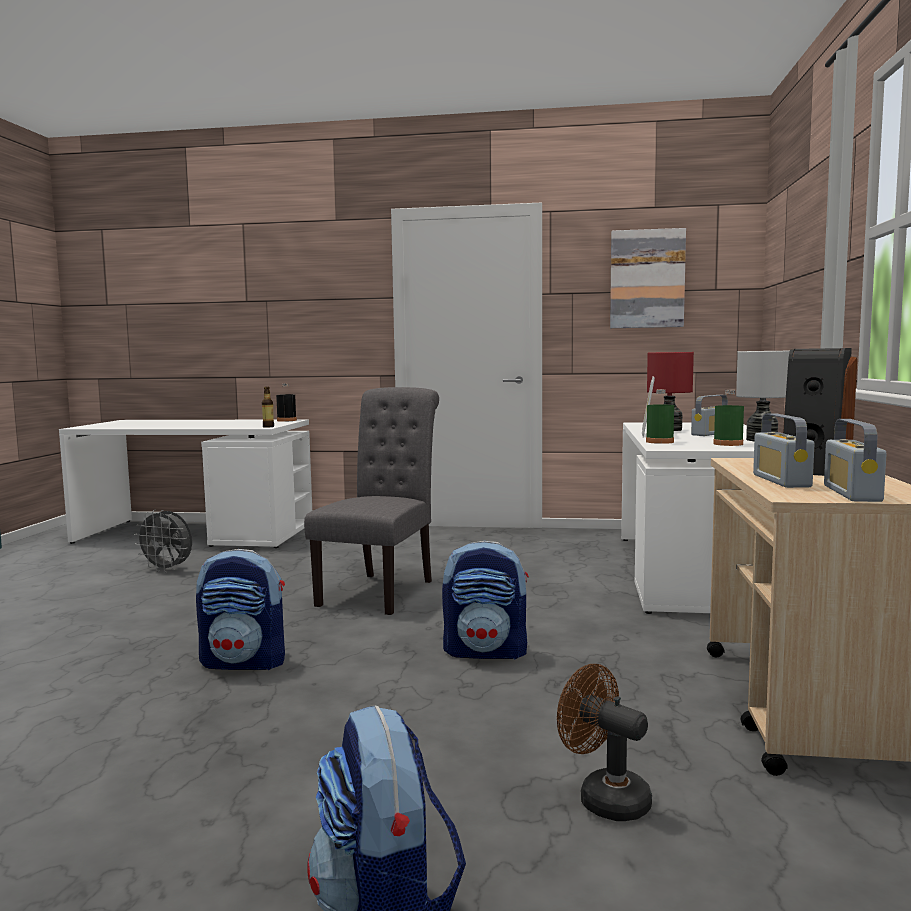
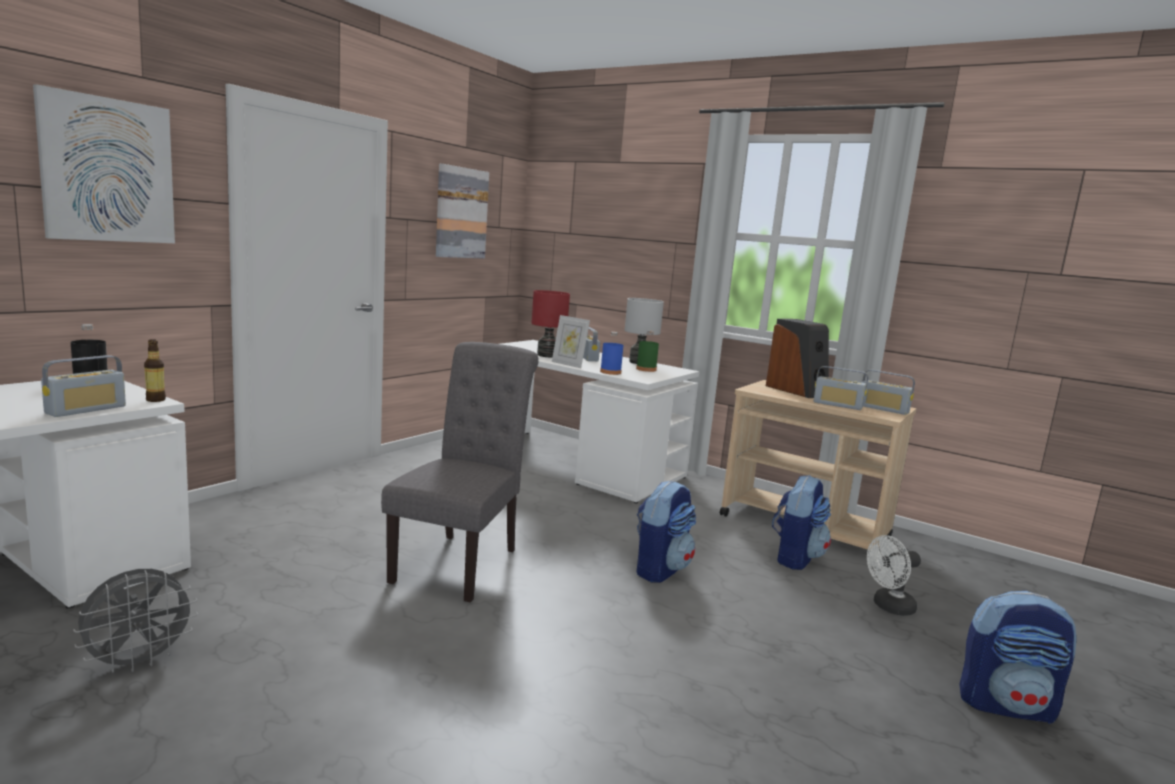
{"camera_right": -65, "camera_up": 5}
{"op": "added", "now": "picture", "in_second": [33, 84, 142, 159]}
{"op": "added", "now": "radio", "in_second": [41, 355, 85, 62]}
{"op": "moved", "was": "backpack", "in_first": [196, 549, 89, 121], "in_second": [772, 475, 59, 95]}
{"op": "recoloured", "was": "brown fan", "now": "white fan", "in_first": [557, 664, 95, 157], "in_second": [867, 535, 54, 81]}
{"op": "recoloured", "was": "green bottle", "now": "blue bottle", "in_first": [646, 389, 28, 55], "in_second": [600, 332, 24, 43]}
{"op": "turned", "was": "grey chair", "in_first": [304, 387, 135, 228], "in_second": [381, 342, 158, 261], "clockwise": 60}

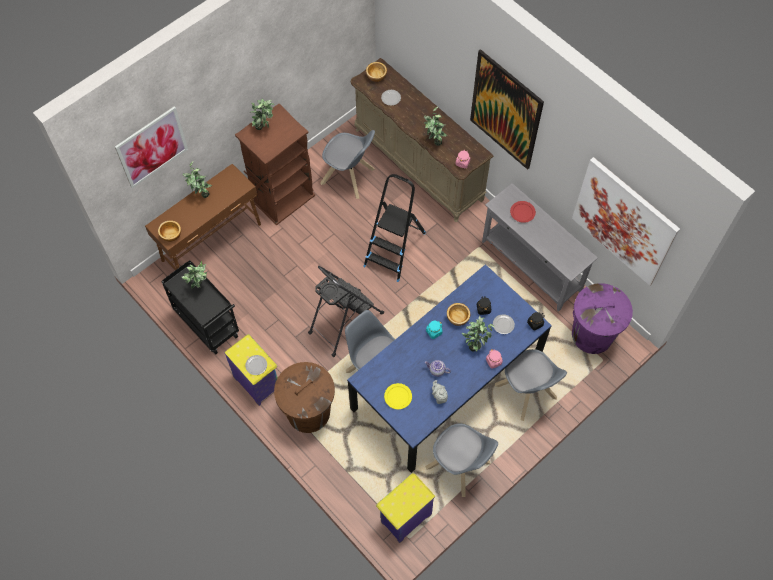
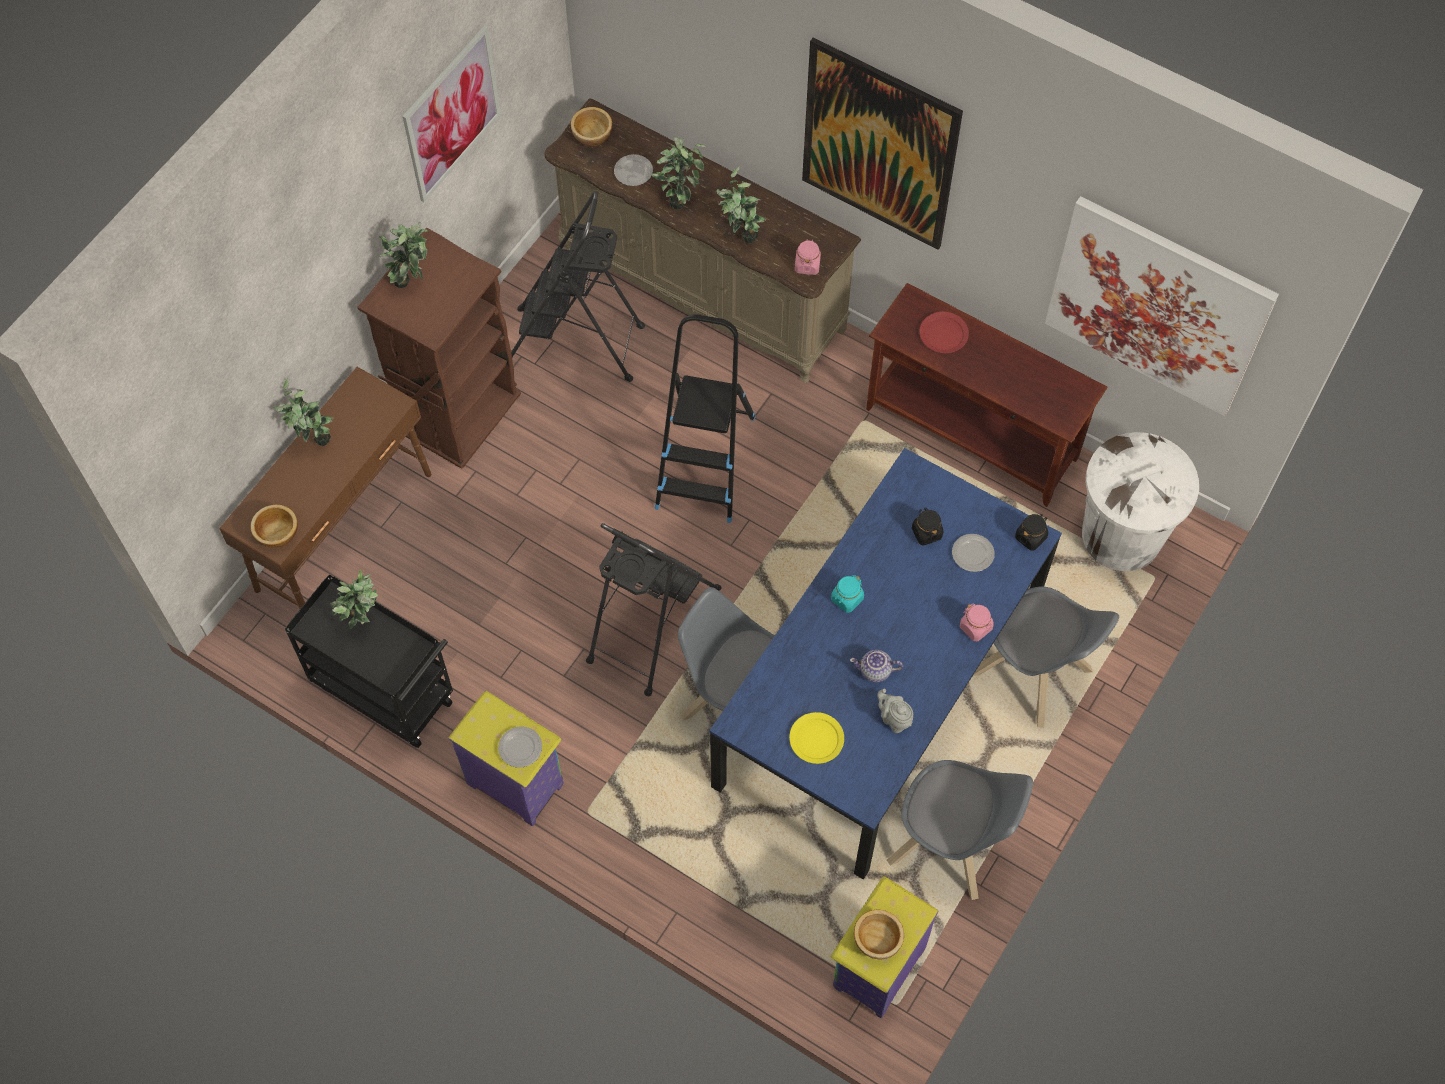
{"camera_right": -15, "camera_up": 0}
{"op": "removed", "was": "brown trash can", "in_first": [274, 362, 61, 71]}
{"op": "moved", "was": "picture", "in_first": [115, 106, 73, 82], "in_second": [403, 25, 98, 177]}
{"op": "moved", "was": "bowl", "in_first": [447, 303, 23, 23], "in_second": [854, 910, 50, 49]}
{"op": "moved", "was": "potted plant", "in_first": [461, 316, 34, 36], "in_second": [651, 136, 55, 74]}
{"op": "replaced", "was": "grey chair", "now": "step ladder", "in_first": [320, 130, 55, 69], "in_second": [511, 191, 134, 191]}
{"op": "recoloured", "was": "grey console table", "now": "brown console table", "in_first": [482, 183, 116, 129], "in_second": [866, 283, 241, 224]}
{"op": "recoloured", "was": "purple trash can", "now": "white trash can", "in_first": [572, 283, 61, 71], "in_second": [1082, 432, 117, 139]}

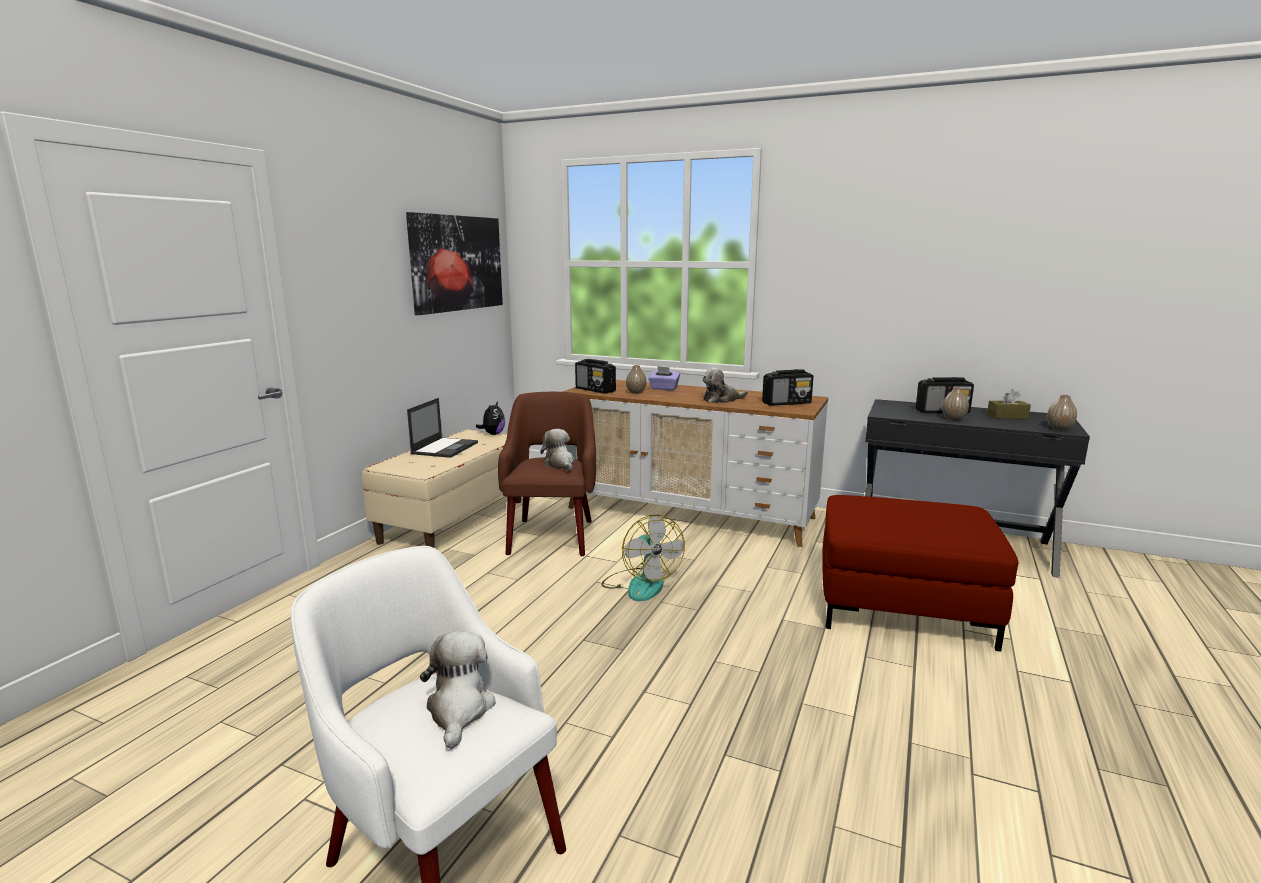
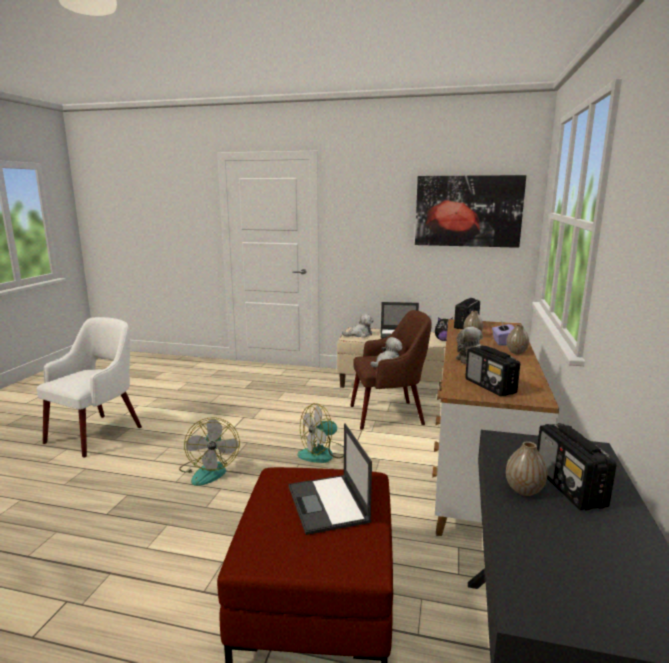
{"camera_right": 80, "camera_up": 0}
{"op": "removed", "was": "brown tissue box", "in_first": [987, 389, 44, 30]}
{"op": "added", "now": "fan", "in_second": [179, 417, 61, 69]}
{"op": "added", "now": "laptop", "in_second": [289, 423, 83, 112]}
{"op": "moved", "was": "plush toy", "in_first": [420, 631, 75, 118], "in_second": [342, 313, 32, 25]}
{"op": "moved", "was": "vase", "in_first": [1047, 395, 30, 35], "in_second": [507, 325, 22, 29]}

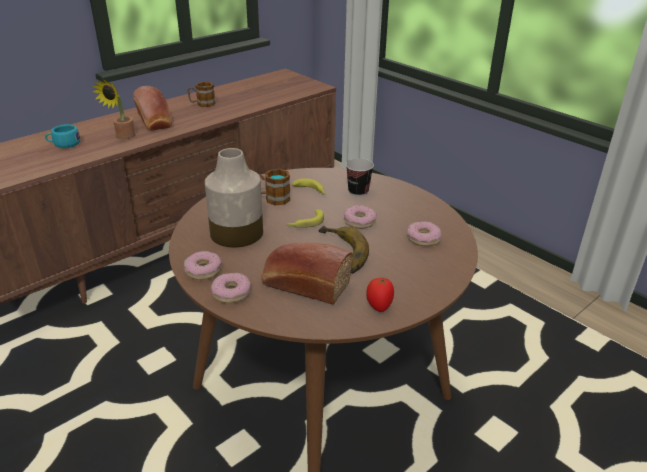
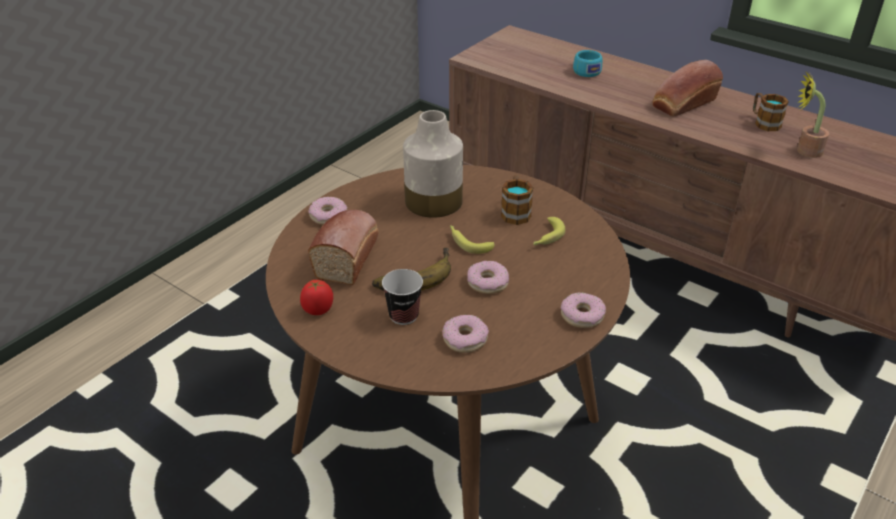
{"camera_right": 80, "camera_up": 5}
{"op": "moved", "was": "potted plant", "in_first": [93, 79, 43, 60], "in_second": [797, 70, 32, 88]}
{"op": "moved", "was": "donut", "in_first": [184, 251, 38, 29], "in_second": [561, 292, 45, 36]}
{"op": "moved", "was": "cup", "in_first": [346, 158, 28, 39], "in_second": [382, 269, 41, 56]}

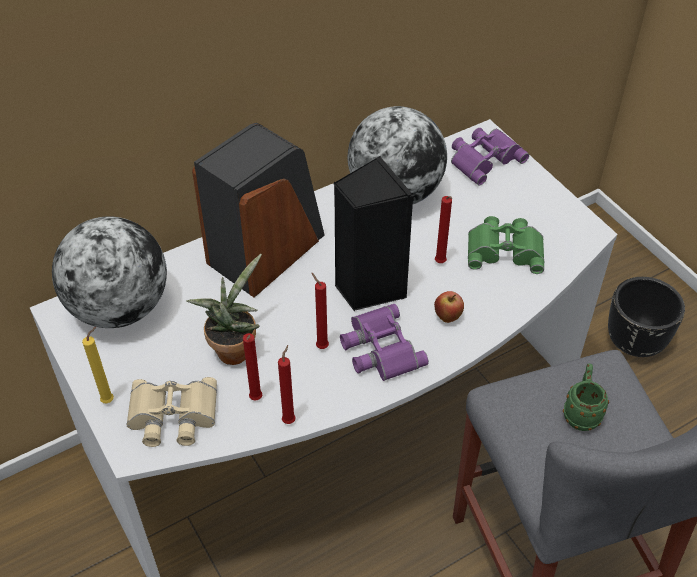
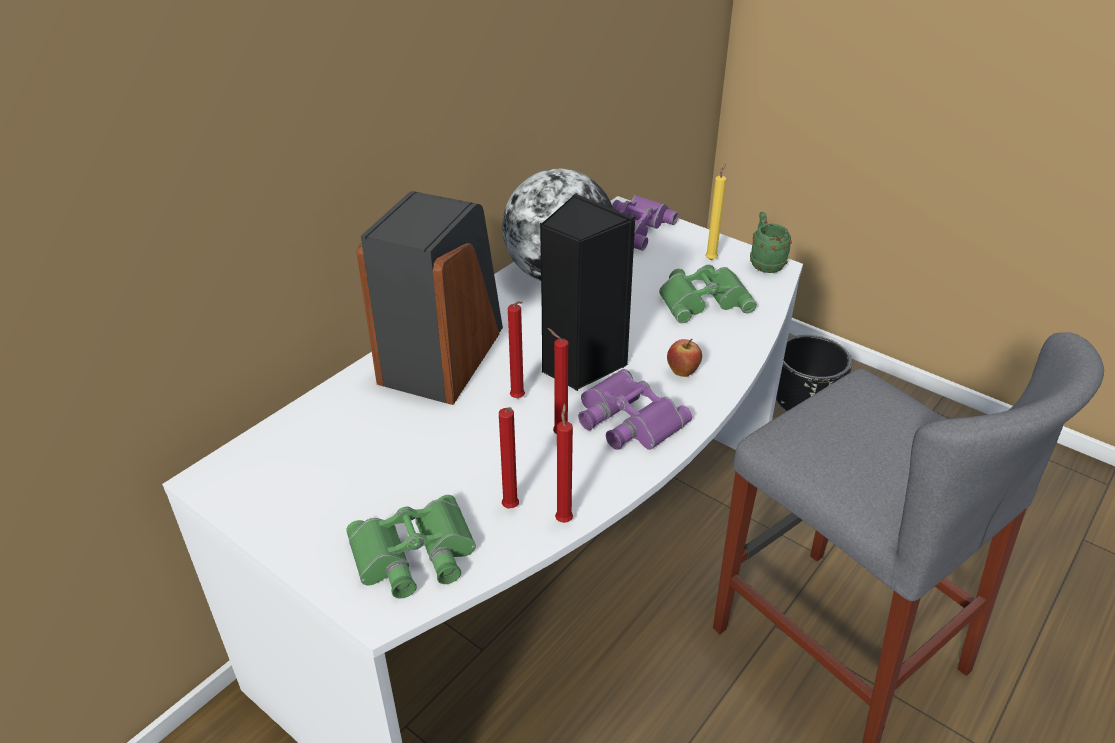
{"camera_right": -20, "camera_up": -10}
{"op": "removed", "was": "globe", "in_first": [52, 216, 115, 112]}
{"op": "removed", "was": "potted plant", "in_first": [186, 254, 76, 111]}
{"op": "moved", "was": "yellow candle", "in_first": [82, 327, 32, 76], "in_second": [705, 164, 21, 96]}
{"op": "moved", "was": "red candle", "in_first": [435, 196, 17, 67], "in_second": [508, 301, 17, 97]}
{"op": "moved", "was": "green mug", "in_first": [563, 364, 46, 67], "in_second": [750, 212, 42, 61]}
{"op": "recoloured", "was": "beige binoculars", "now": "green binoculars", "in_first": [126, 377, 91, 70], "in_second": [346, 495, 130, 104]}

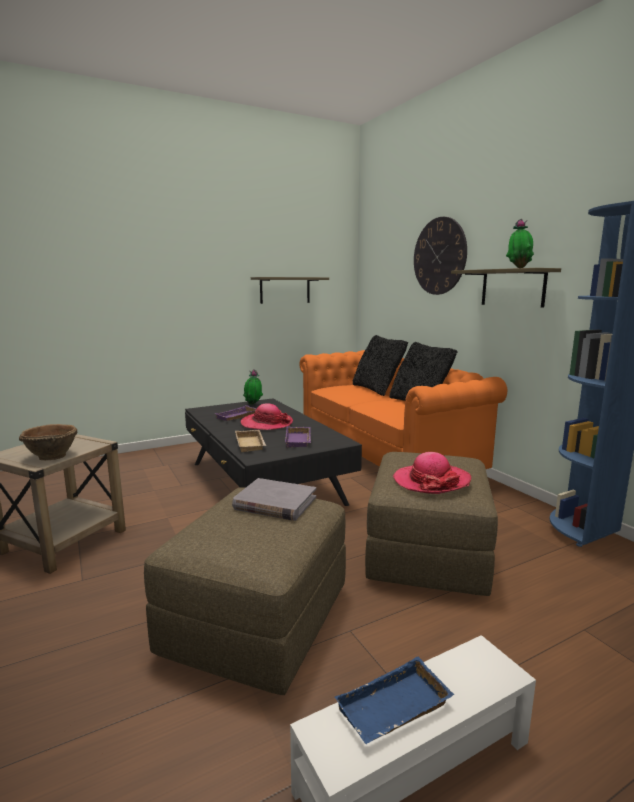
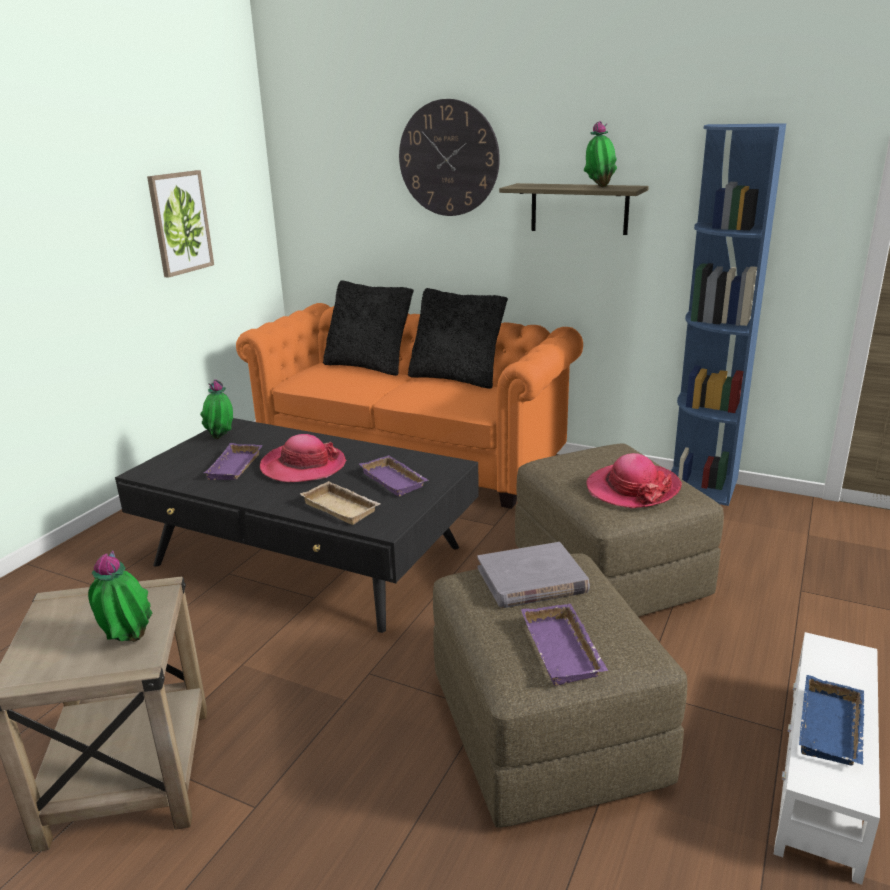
{"camera_right": -35, "camera_up": 10}
{"op": "added", "now": "purple tray", "in_second": [521, 604, 87, 82]}
{"op": "replaced", "was": "brown bowl", "now": "potted plant", "in_first": [19, 424, 59, 36], "in_second": [88, 550, 64, 92]}
{"op": "replaced", "was": "shelf", "now": "picture", "in_first": [251, 277, 78, 27], "in_second": [147, 170, 67, 108]}

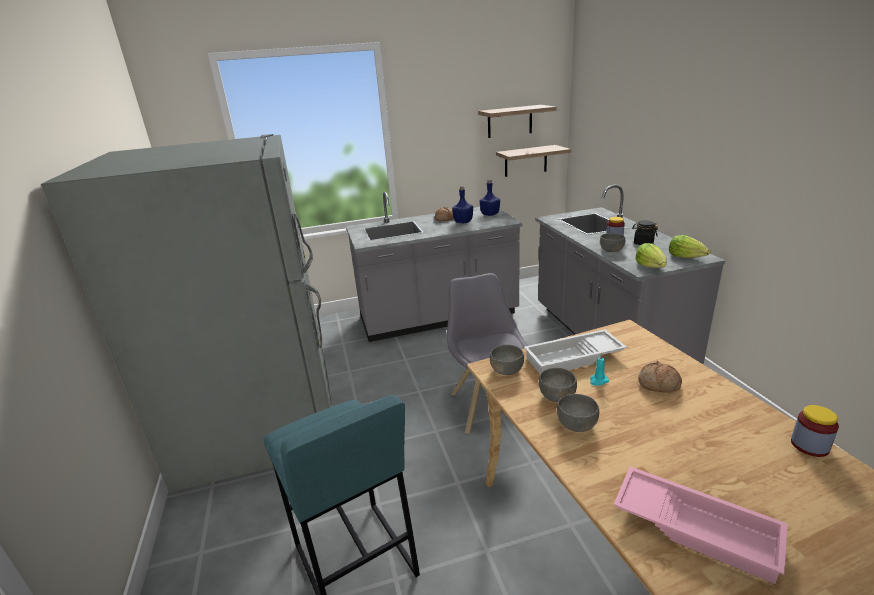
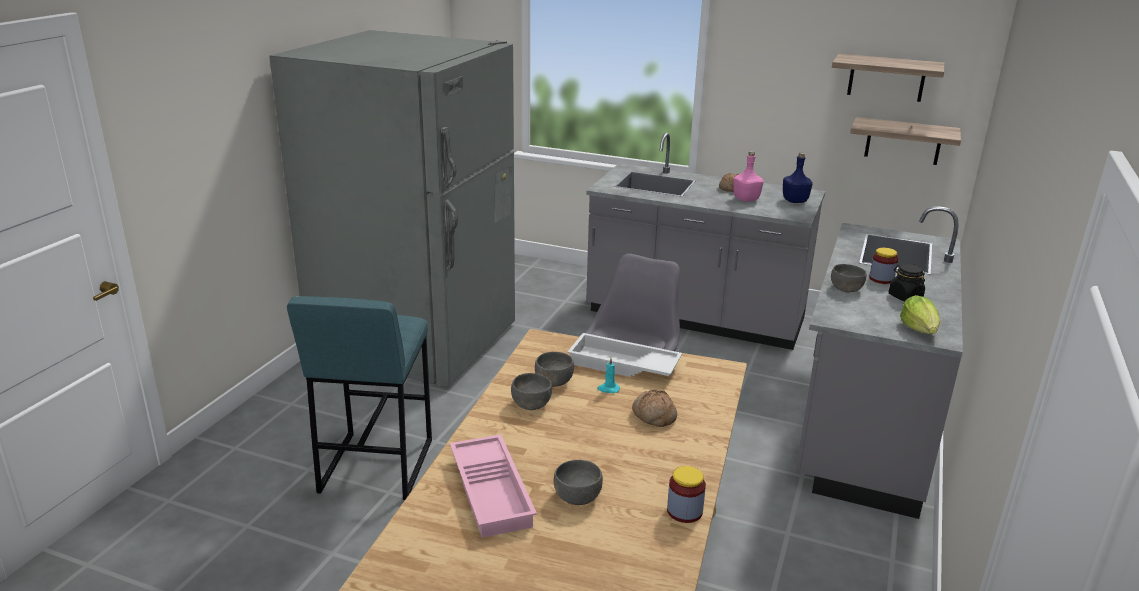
{"camera_right": 35, "camera_up": 0}
{"op": "removed", "was": "lettuce", "in_first": [636, 243, 31, 25]}
{"op": "moved", "was": "grey bowl", "in_first": [490, 345, 34, 30], "in_second": [554, 460, 49, 45]}
{"op": "recoloured", "was": "blue bottle", "now": "pink bottle", "in_first": [452, 186, 21, 37], "in_second": [733, 151, 30, 51]}

